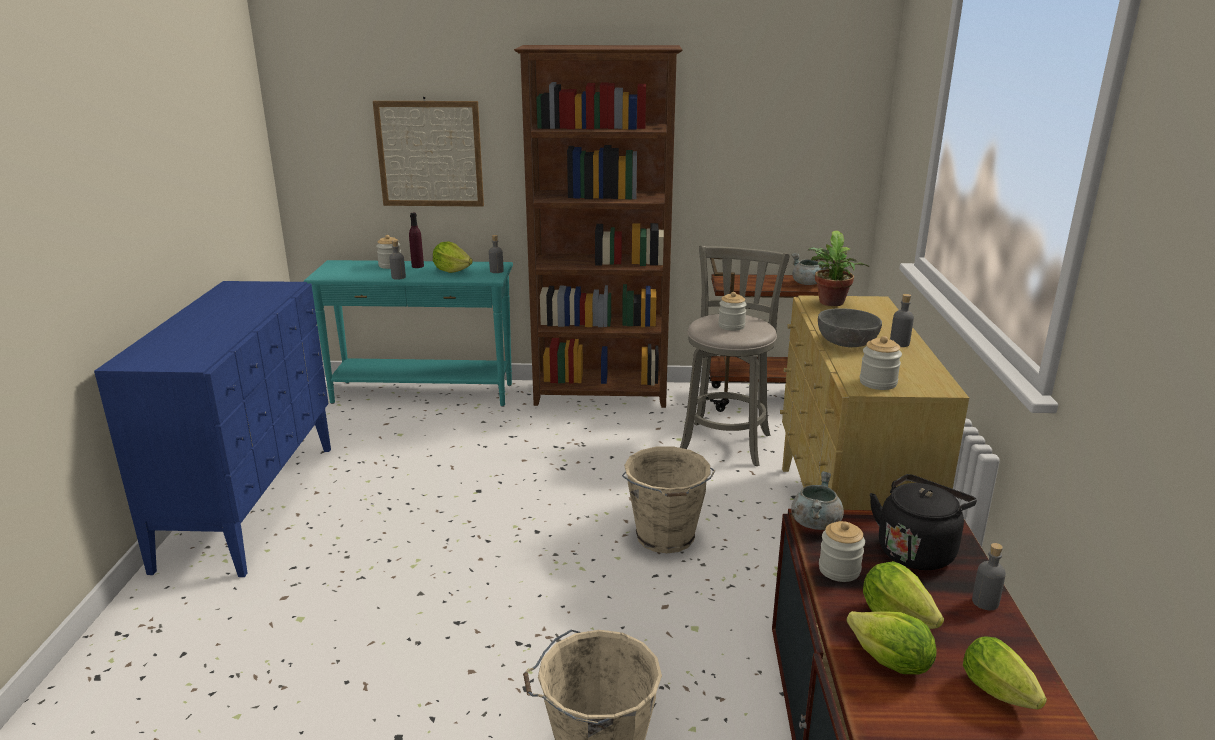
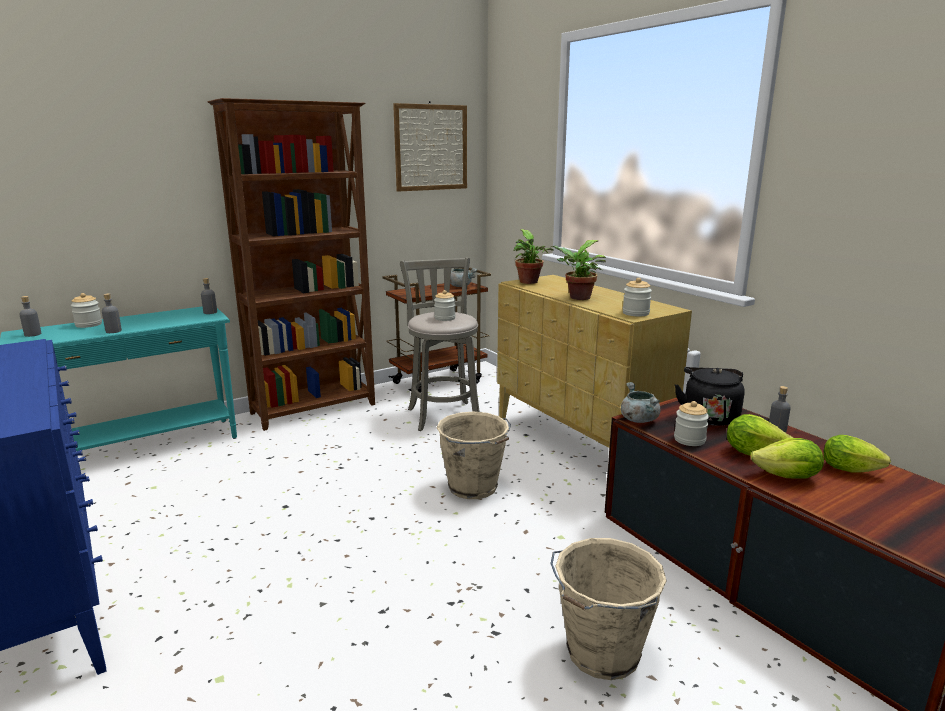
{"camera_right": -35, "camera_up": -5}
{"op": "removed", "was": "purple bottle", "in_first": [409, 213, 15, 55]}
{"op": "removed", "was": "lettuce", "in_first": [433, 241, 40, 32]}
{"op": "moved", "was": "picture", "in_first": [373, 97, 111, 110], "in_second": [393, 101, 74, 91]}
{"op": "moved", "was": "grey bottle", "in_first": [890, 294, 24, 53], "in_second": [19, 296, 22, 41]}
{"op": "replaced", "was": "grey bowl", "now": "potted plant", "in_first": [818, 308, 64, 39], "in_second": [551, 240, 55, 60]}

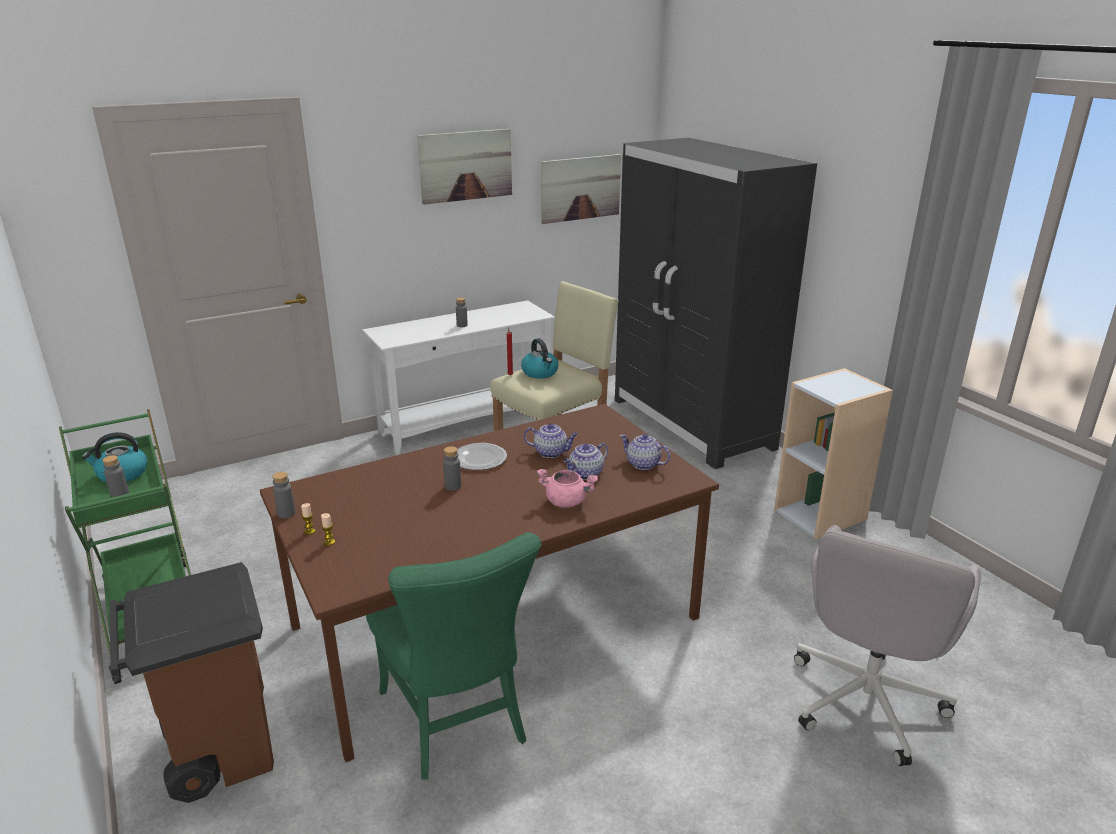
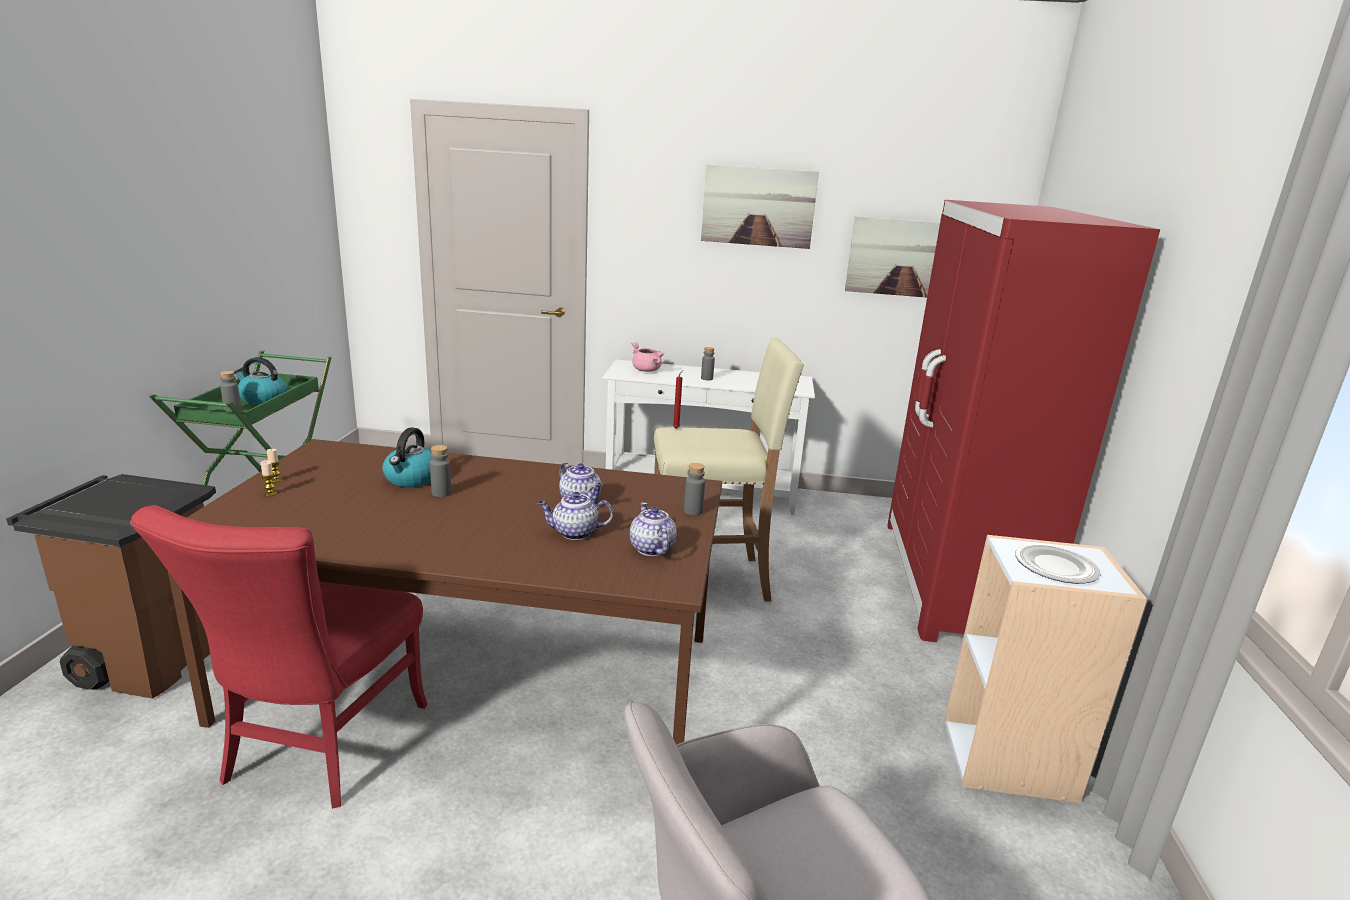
{"camera_right": 35, "camera_up": -5}
{"op": "moved", "was": "grey bottle", "in_first": [273, 472, 22, 46], "in_second": [684, 463, 21, 52]}
{"op": "moved", "was": "plate", "in_first": [457, 443, 50, 27], "in_second": [1015, 543, 86, 41]}
{"op": "moved", "was": "kettle", "in_first": [521, 338, 38, 41], "in_second": [382, 427, 51, 60]}
{"op": "moved", "was": "pink cooking pot", "in_first": [537, 469, 61, 38], "in_second": [632, 342, 32, 30]}
{"op": "recoloured", "was": "green chair", "now": "red chair", "in_first": [366, 532, 176, 248], "in_second": [130, 505, 298, 304]}
{"op": "recoloured", "was": "black cabinet", "now": "red cabinet", "in_first": [615, 138, 202, 331], "in_second": [887, 200, 273, 442]}

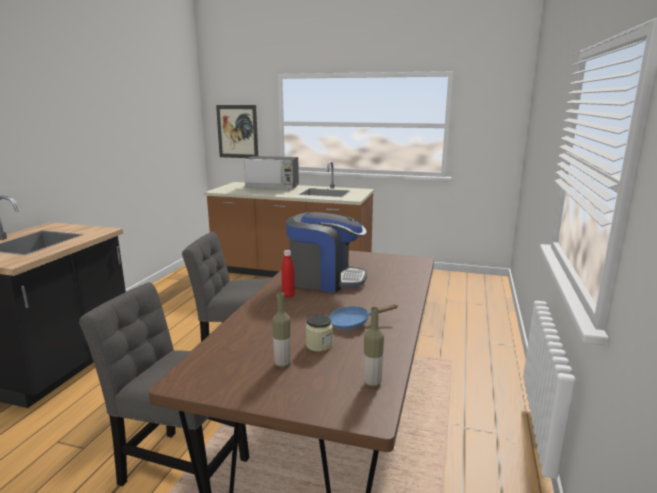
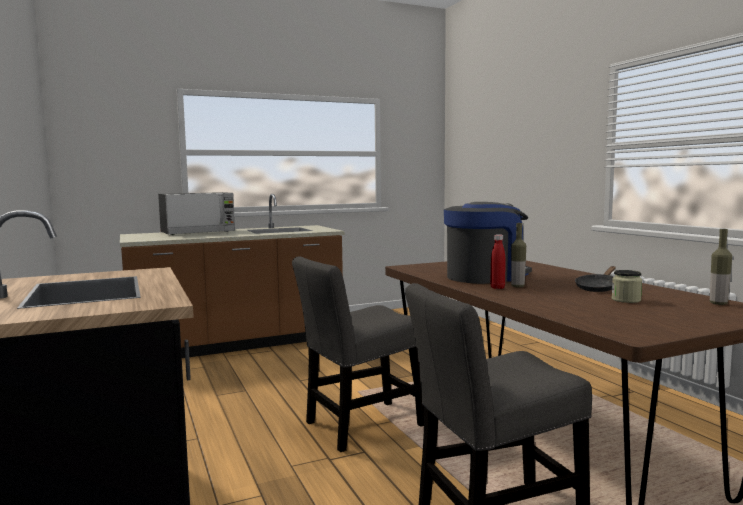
{"camera_right": -40, "camera_up": -10}
{"op": "removed", "was": "picture", "in_first": [216, 105, 42, 53]}
{"op": "moved", "was": "bottle", "in_first": [272, 292, 19, 76], "in_second": [511, 223, 15, 64]}
{"op": "recoloured", "was": "blue frying pan", "now": "black frying pan", "in_first": [329, 304, 68, 26], "in_second": [575, 266, 40, 26]}

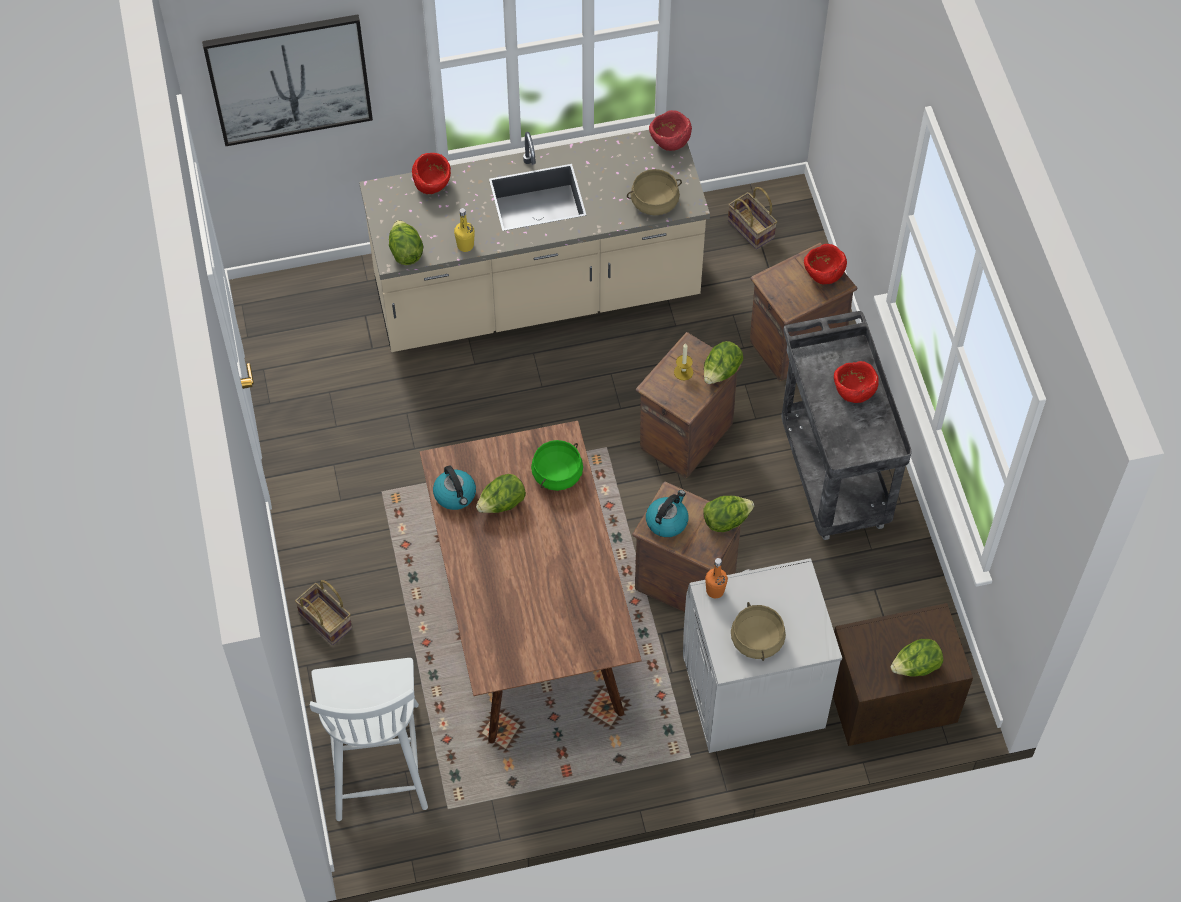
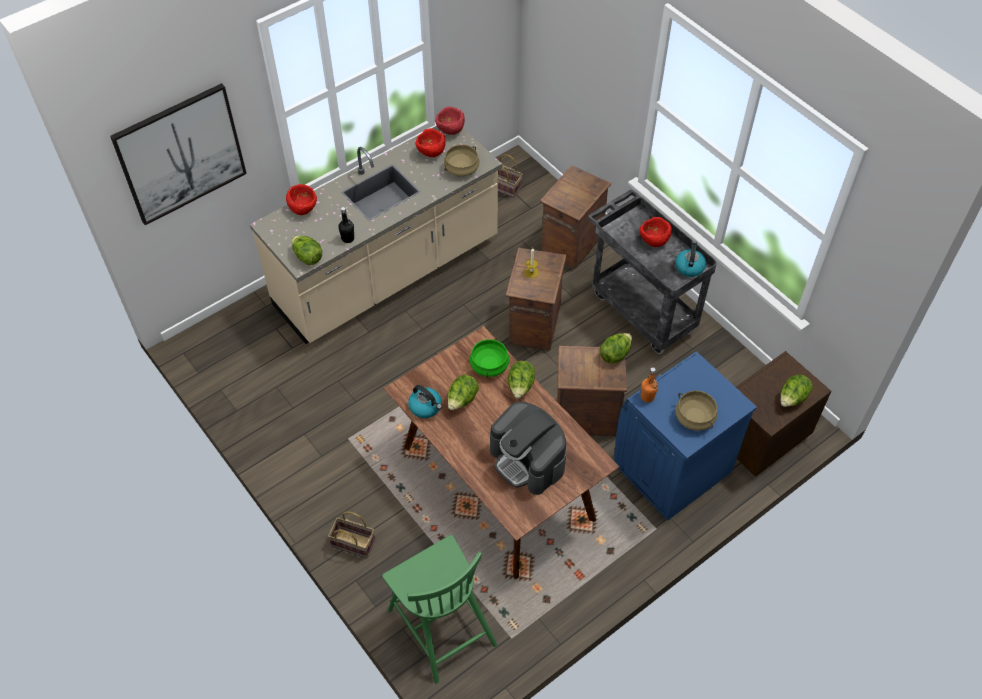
{"camera_right": -25, "camera_up": -5}
{"op": "added", "now": "coffee machine", "in_second": [490, 402, 77, 93]}
{"op": "moved", "was": "kettle", "in_first": [646, 490, 43, 47], "in_second": [675, 241, 31, 36]}
{"op": "moved", "was": "lettuce", "in_first": [704, 341, 39, 43], "in_second": [508, 361, 27, 38]}
{"op": "moved", "was": "red bowl", "in_first": [804, 244, 43, 40], "in_second": [415, 128, 31, 29]}
{"op": "recoloured", "was": "white chair", "now": "green chair", "in_first": [310, 658, 118, 163], "in_second": [382, 535, 115, 148]}
{"op": "recoloured", "was": "yellow bottle", "now": "black bottle", "in_first": [454, 208, 21, 44], "in_second": [338, 207, 16, 36]}
{"op": "recoloured", "was": "white washing machine", "now": "blue washing machine", "in_first": [683, 558, 159, 195], "in_second": [614, 351, 143, 170]}

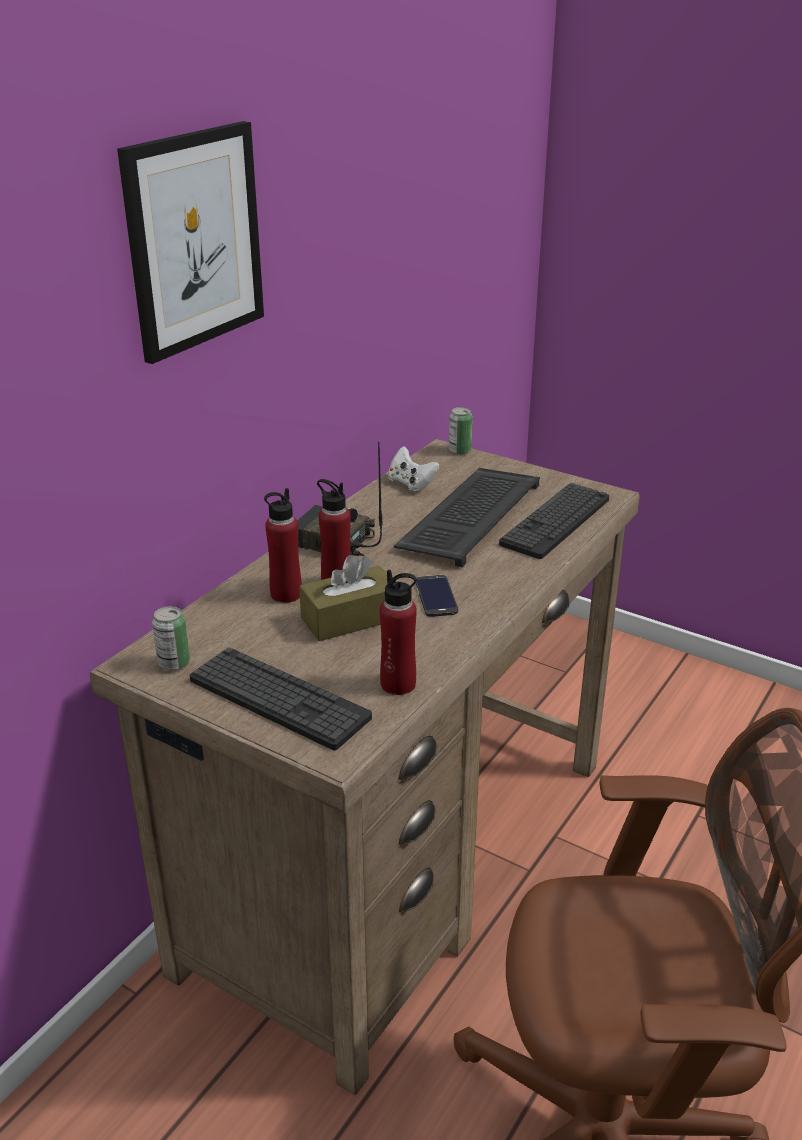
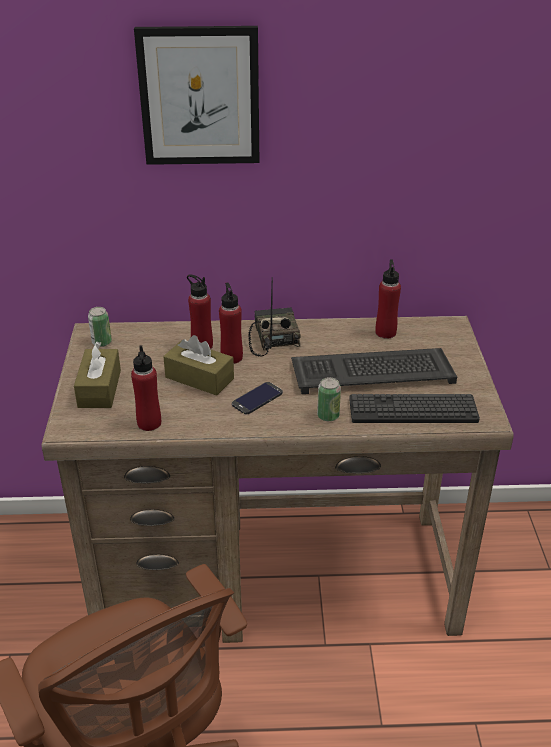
{"camera_right": 55, "camera_up": 5}
{"op": "moved", "was": "can", "in_first": [449, 407, 24, 48], "in_second": [317, 377, 24, 44]}
{"op": "replaced", "was": "keyboard", "now": "brown tissue box", "in_first": [189, 647, 183, 103], "in_second": [74, 342, 47, 66]}
{"op": "replaced", "was": "white game controller", "now": "red bottle", "in_first": [388, 446, 52, 46], "in_second": [375, 260, 26, 79]}

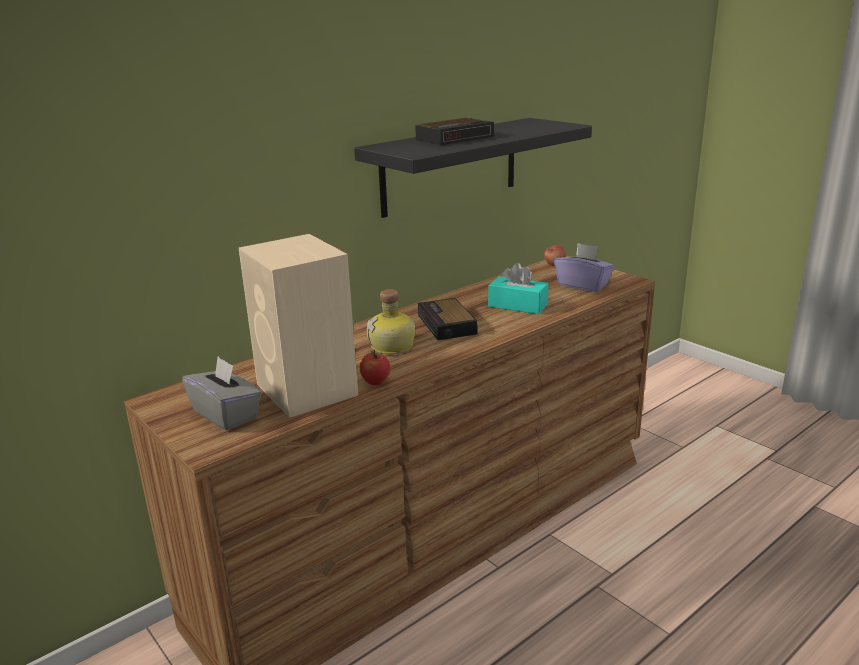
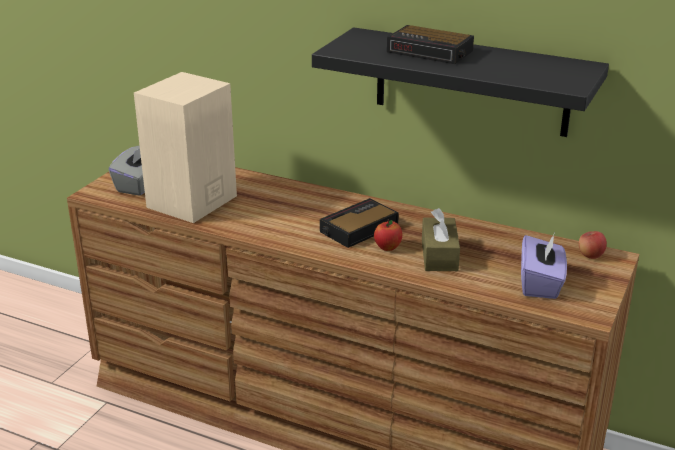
{"camera_right": 65, "camera_up": 5}
{"op": "removed", "was": "bottle", "in_first": [367, 289, 48, 65]}
{"op": "moved", "was": "apple", "in_first": [360, 350, 31, 35], "in_second": [374, 219, 28, 32]}
{"op": "recoloured", "was": "turquoise tissue box", "now": "brown tissue box", "in_first": [488, 263, 61, 51], "in_second": [422, 208, 38, 63]}

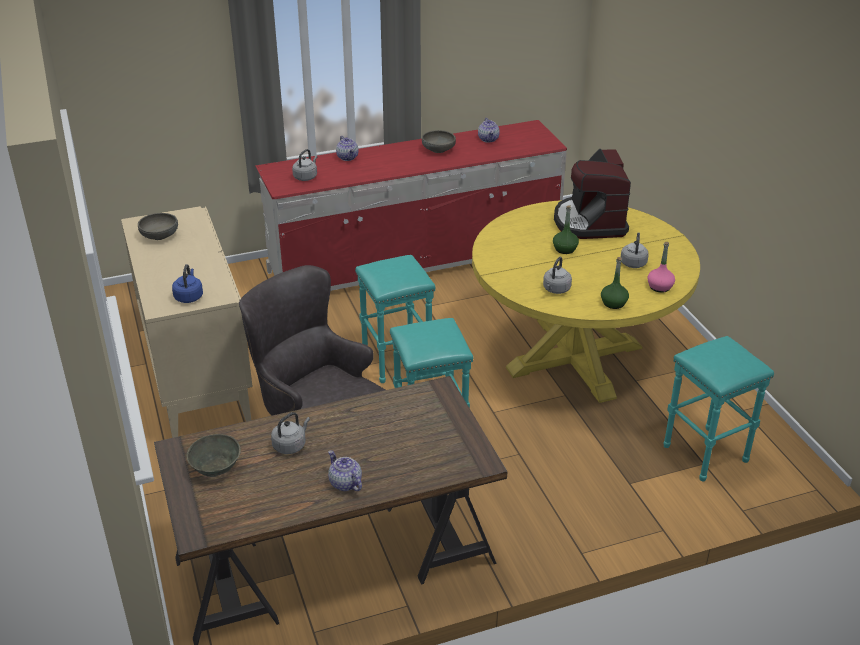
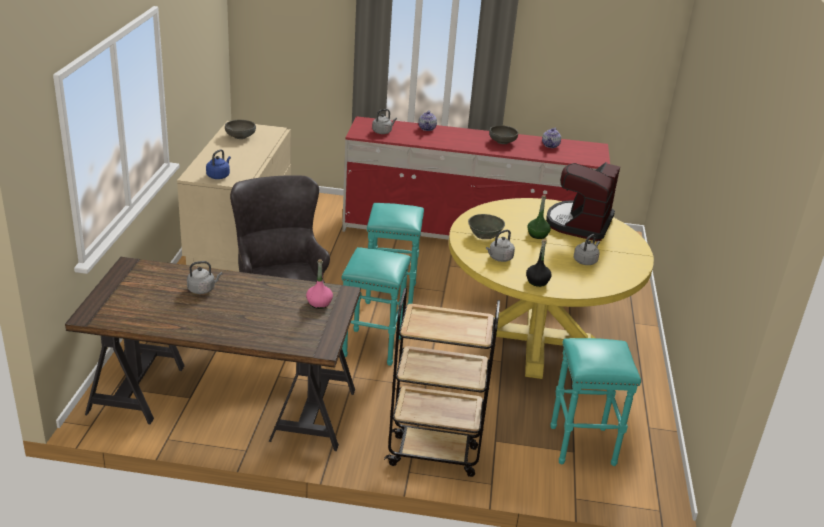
{"camera_right": 25, "camera_up": -5}
{"op": "removed", "was": "teapot", "in_first": [328, 450, 34, 41]}
{"op": "added", "now": "brown cart", "in_second": [384, 288, 116, 189]}
{"op": "moved", "was": "grey bowl", "in_first": [186, 434, 55, 43], "in_second": [468, 214, 37, 25]}
{"op": "moved", "was": "pink bottle", "in_first": [647, 242, 28, 51], "in_second": [306, 259, 27, 50]}
{"op": "recoloured", "was": "green bottle", "now": "black bottle", "in_first": [601, 257, 28, 52], "in_second": [526, 239, 26, 48]}

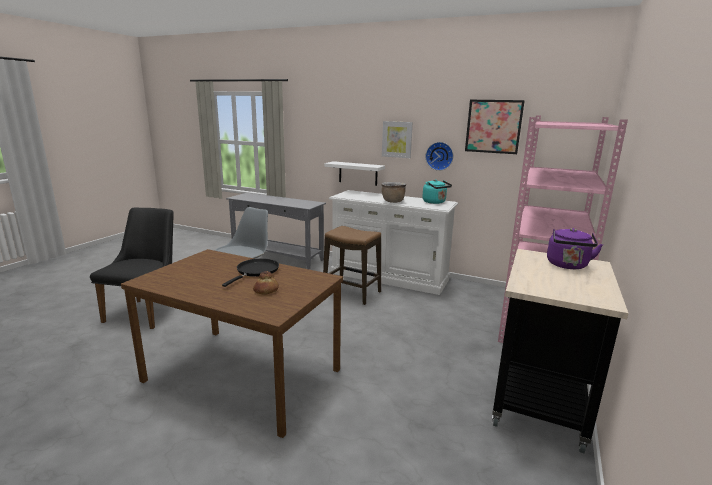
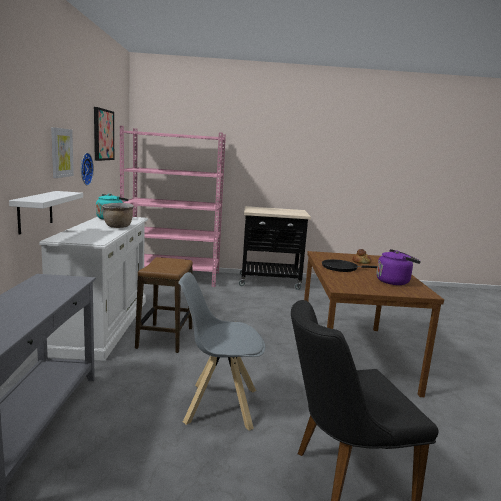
{"camera_right": -115, "camera_up": -5}
{"op": "moved", "was": "purple kettle", "in_first": [547, 228, 56, 41], "in_second": [377, 249, 44, 36]}

